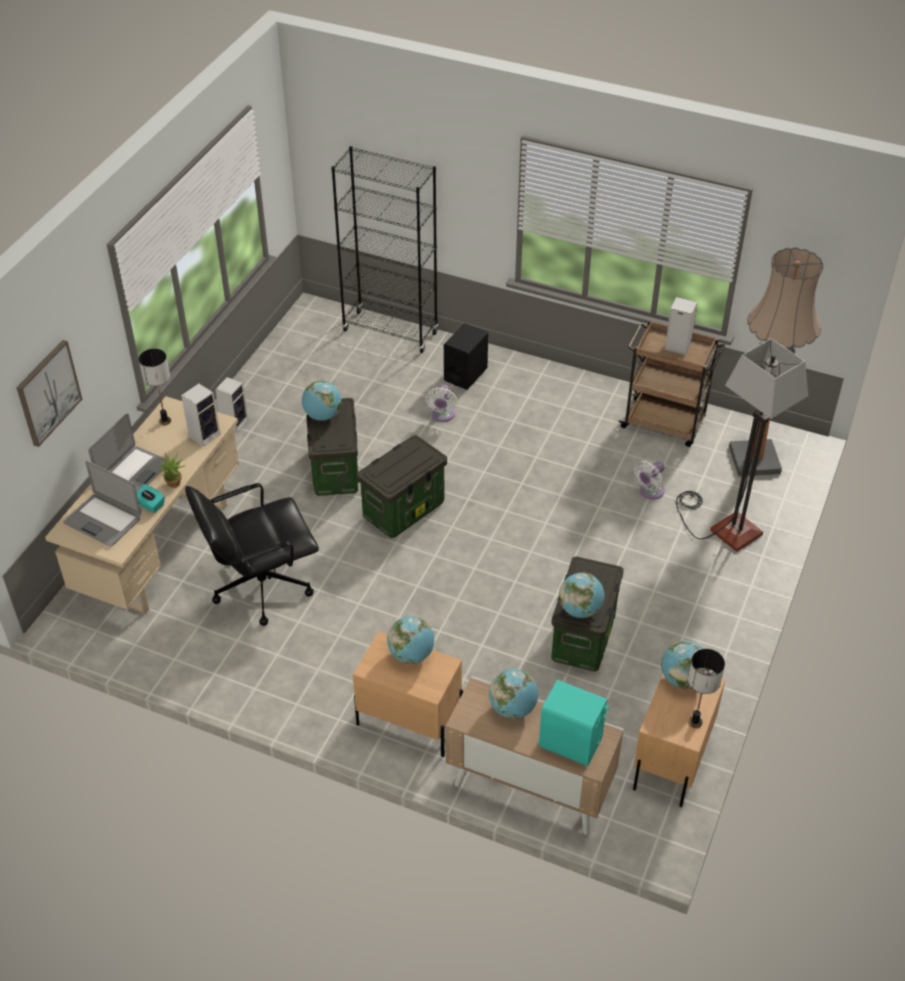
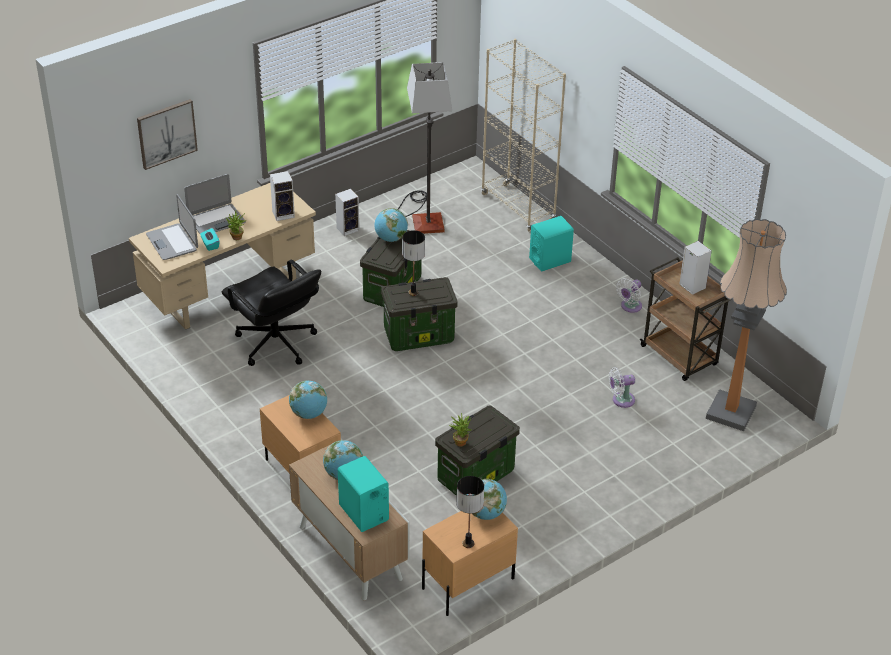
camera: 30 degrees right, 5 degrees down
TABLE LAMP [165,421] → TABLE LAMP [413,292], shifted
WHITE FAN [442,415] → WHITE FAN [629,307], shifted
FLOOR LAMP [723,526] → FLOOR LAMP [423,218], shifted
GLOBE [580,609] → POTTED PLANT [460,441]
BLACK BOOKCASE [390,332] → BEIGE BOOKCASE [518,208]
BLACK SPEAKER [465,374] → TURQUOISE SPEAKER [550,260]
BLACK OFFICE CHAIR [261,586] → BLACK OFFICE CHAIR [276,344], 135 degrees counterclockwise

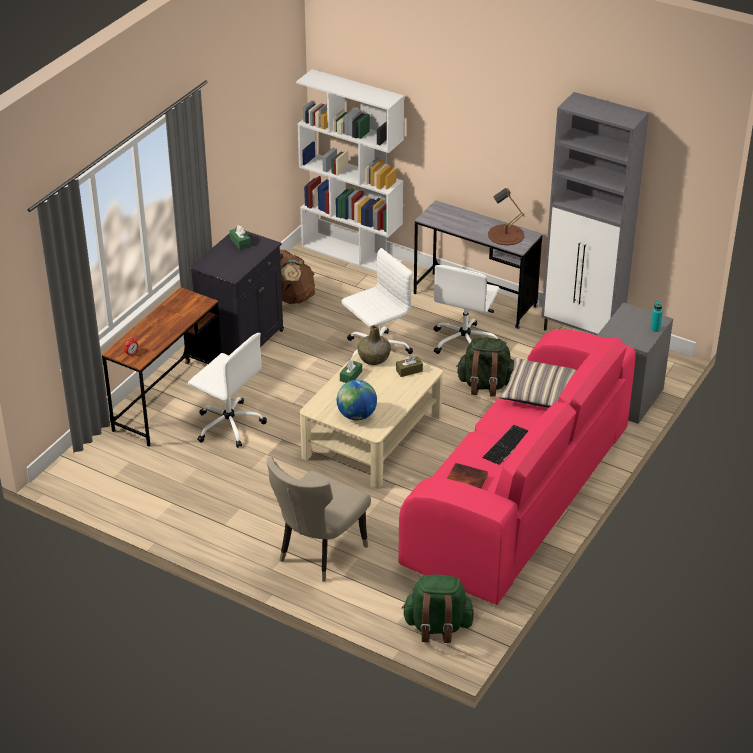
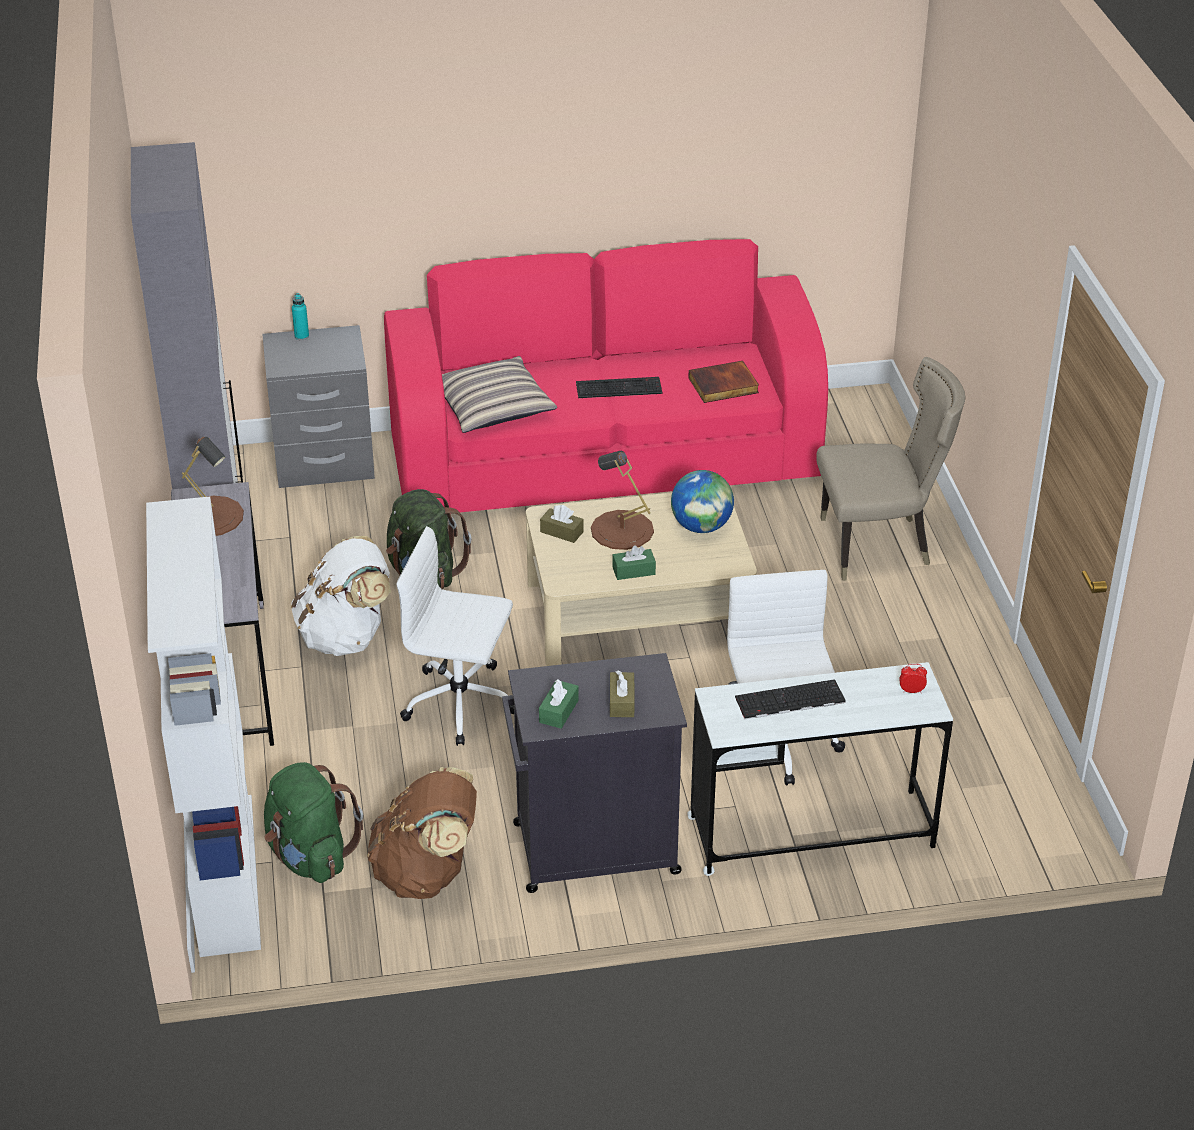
camera: 130 degrees left, 0 degrees up
GREEN BOTTLE [374,358] → -
- → BROWN TABLE LAMP [622,530]
- → BROWN TISSUE BOX [622,702]
- → KEYBOARD [789,701]
GREEN BACKPACK [437,627] → GREEN BACKPACK [310,856], shifted
WHITE OFFICE CHAIR [465,342] → WHITE BACKPACK [346,637]
BROWN DESK [168,403] → WHITE DESK [811,832]

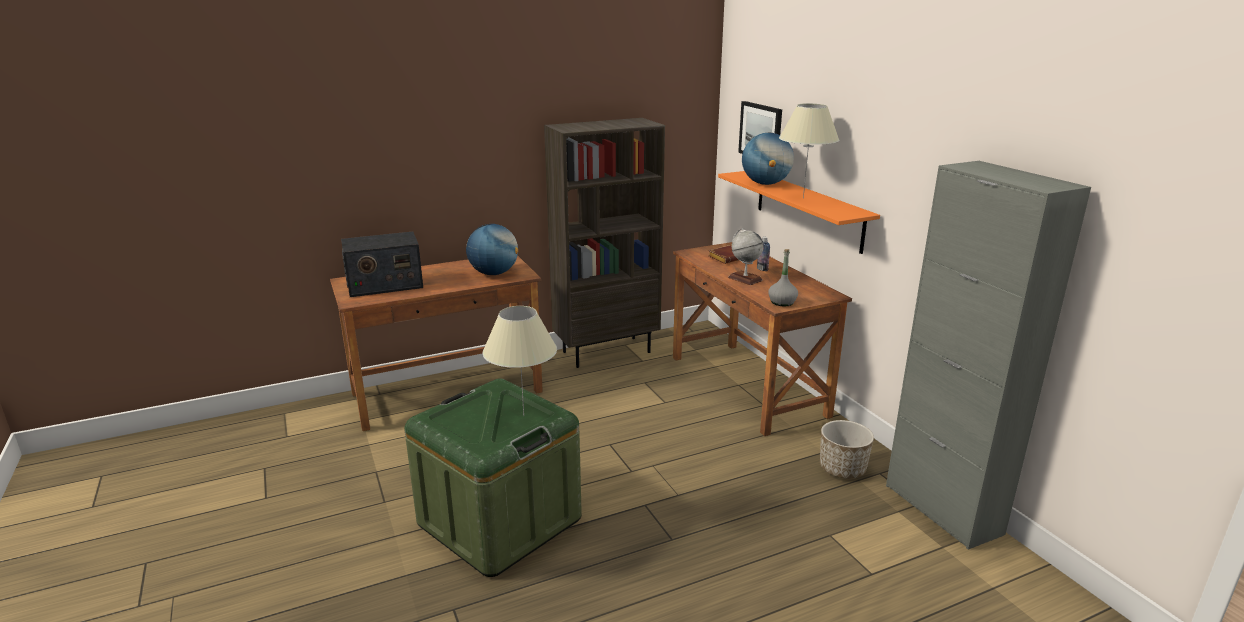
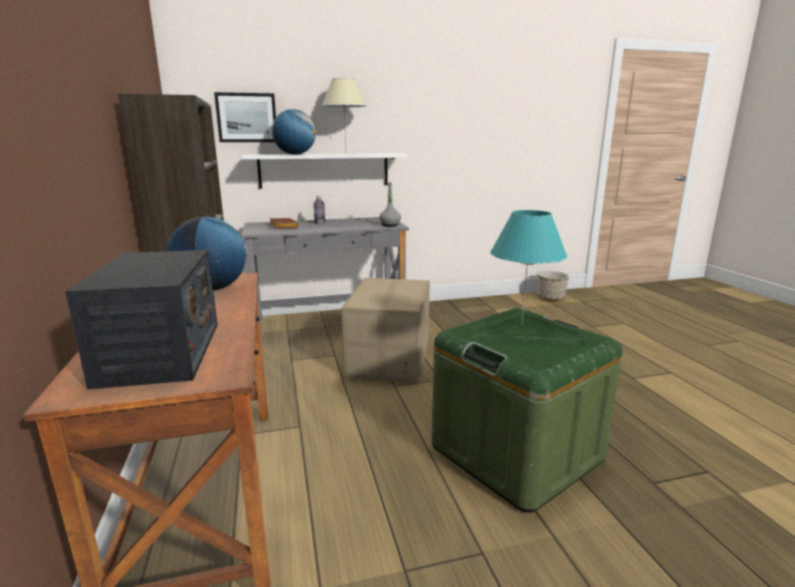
camera: 80 degrees left, 5 degrees down
GLOBE [745,279] → -
GREY CABINET [942,509] → -
- → CARDBOARD BOX [390,358]
PLANTER [842,469] → PLANTER [550,298], shifted
BEIGE TABLE LAMP [523,416] → TURQUOISE TABLE LAMP [522,325]
BROWN DESK [747,385] → GREY DESK [329,323]
ORANGE SHELF [808,210] → WHITE SHELF [324,170]

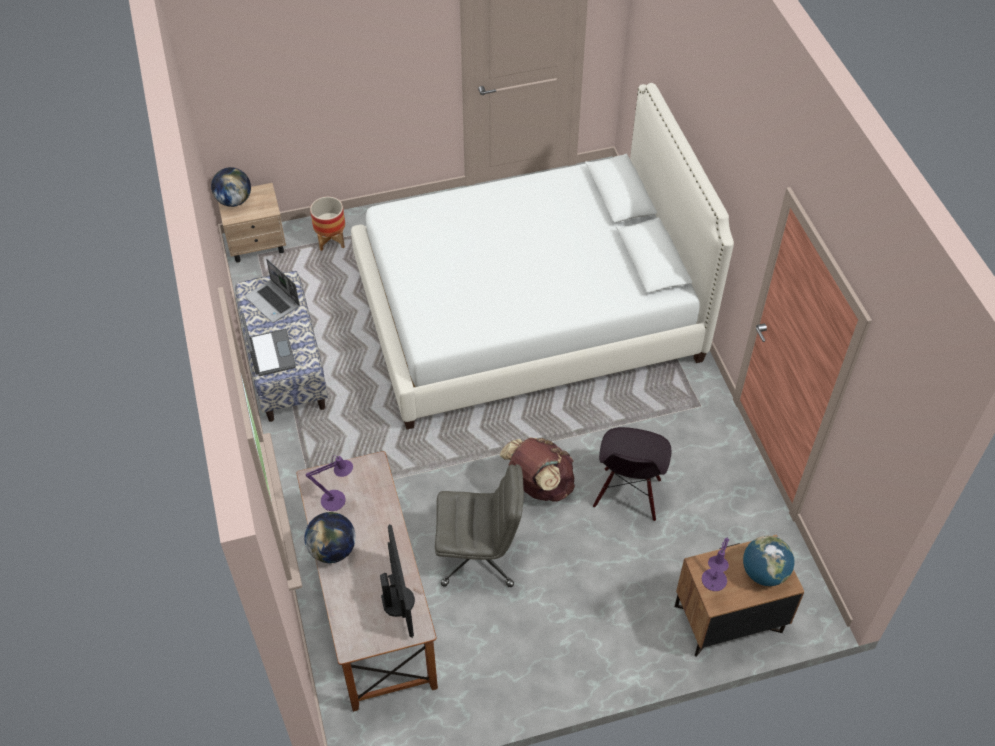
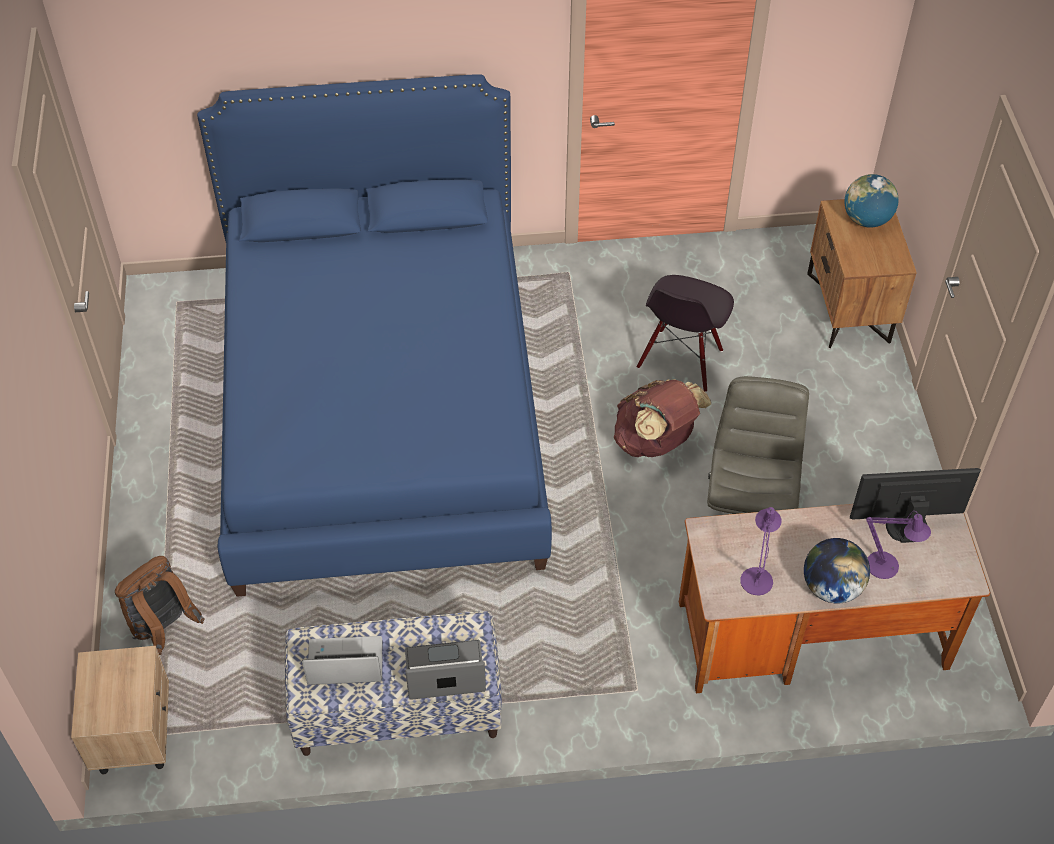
camera: 80 degrees left, 0 degrees up
GLOBE [234,200] → -
PURPLE TABLE LAMP [713,583] → PURPLE TABLE LAMP [887,567], shifted
PLANTER [331,241] → BROWN BACKPACK [164,629]
WHITE BED [528,314] → BLUE BED [382,410]
LAPTOP [273,302] → LAPTOP [344,663], 150 degrees counterclockwise
BLACK CHAIR [628,494] → BLACK CHAIR [681,360], 90 degrees clockwise

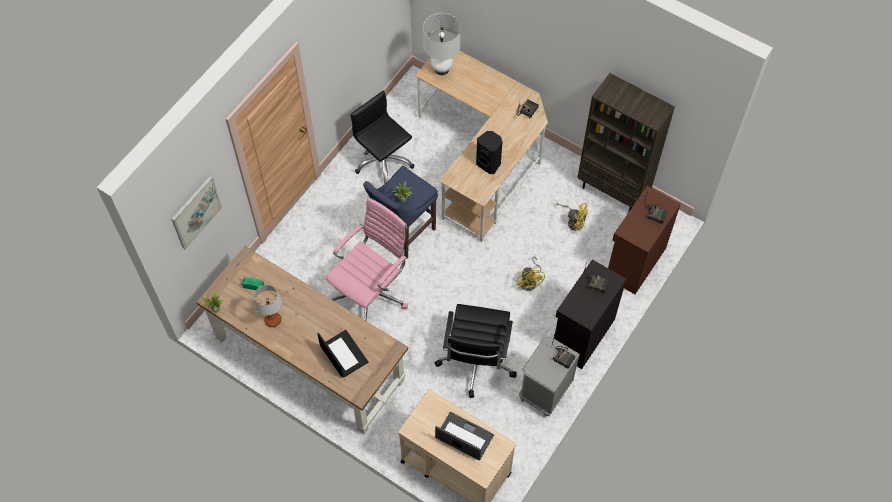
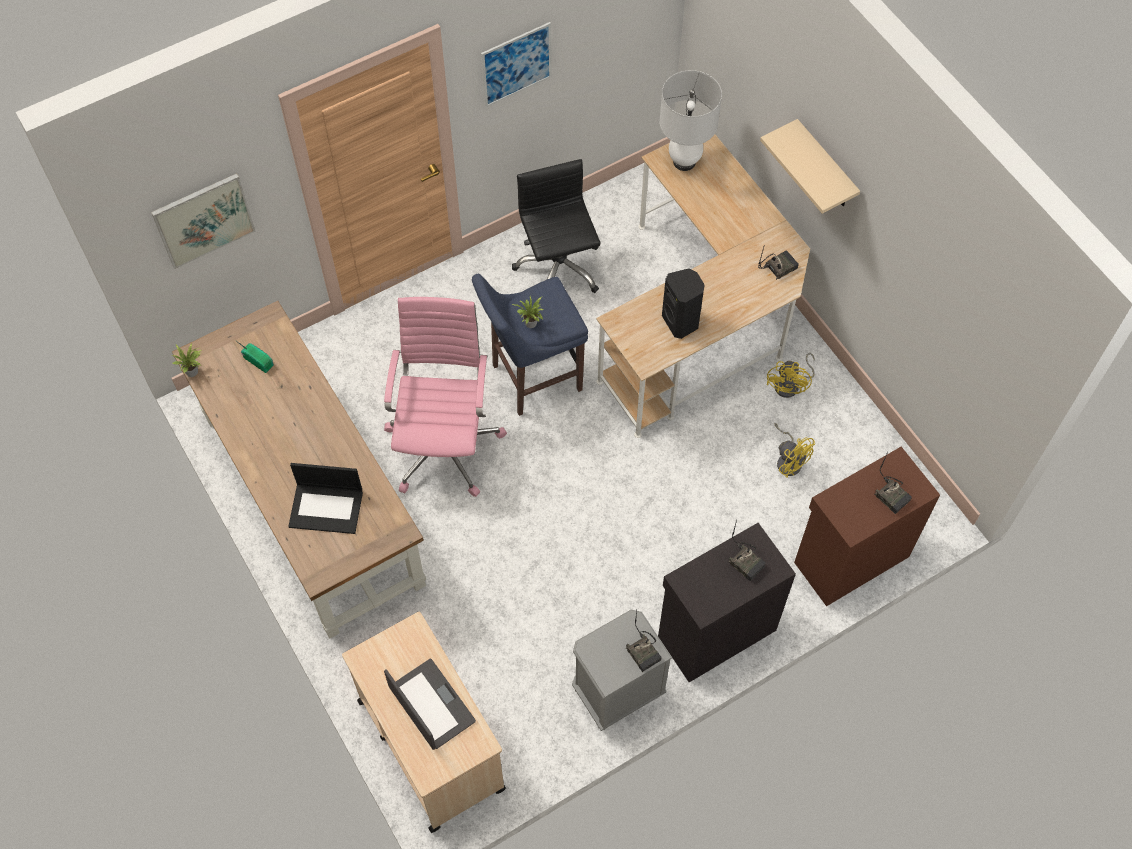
camera: 25 degrees right, 0 degrees up
TABLE LAMP [273,320] → -
BLACK OFFICE CHAIR [476,362] → -
BROWN BOOKCASE [613,191] → -
- → PICTURE [516,64]
- → BEIGE SHELF [825,167]
YELLOW FAN [530,281] → YELLOW FAN [791,385], shifted
LAPTOP [343,354] → LAPTOP [327,508], 105 degrees clockwise
PINK OFFICE CHAIR [371,293] → PINK OFFICE CHAIR [445,443], 60 degrees counterclockwise

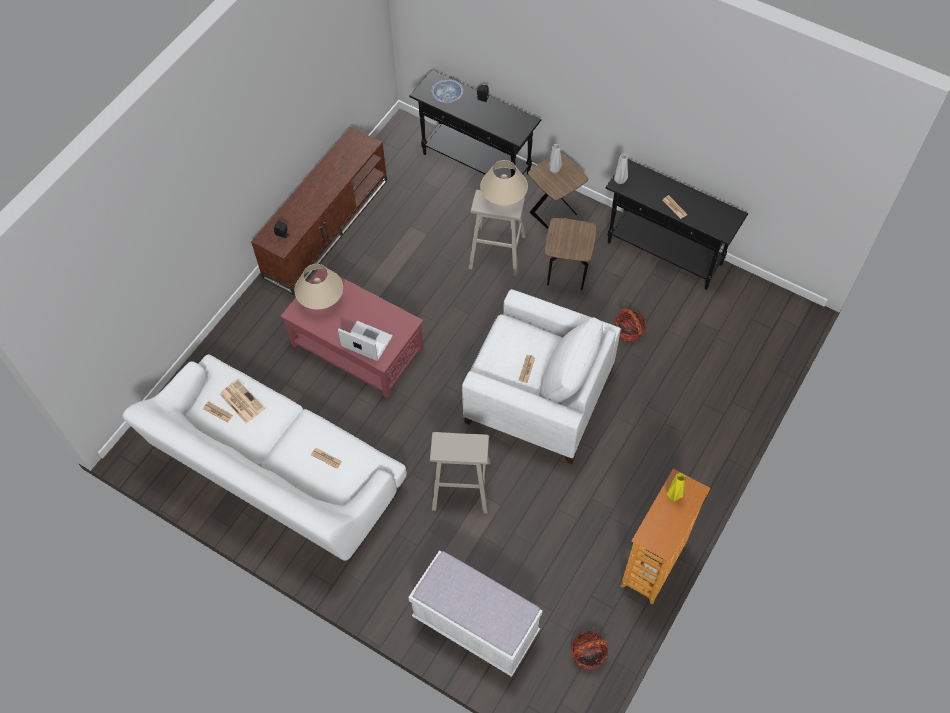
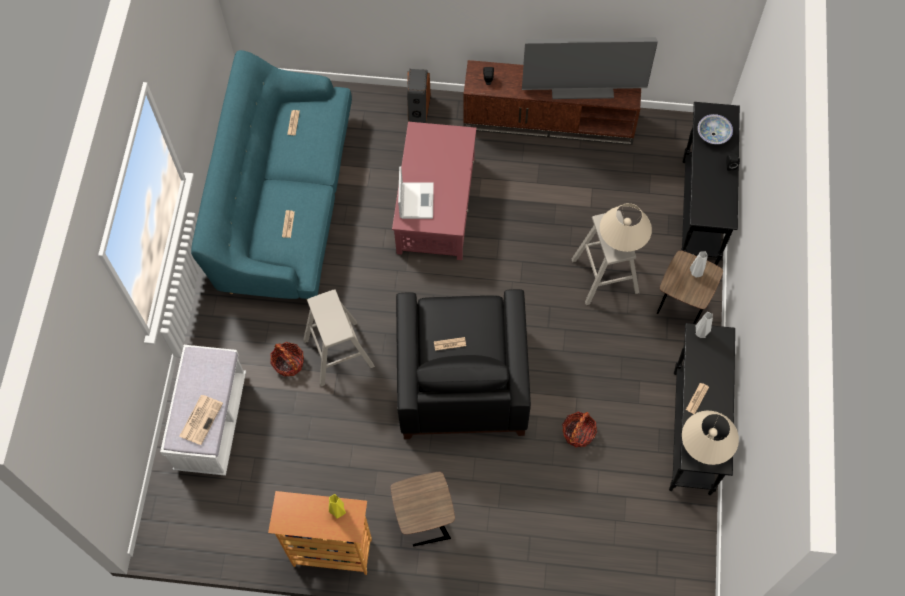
camera: 65 degrees right, 5 degrees up
- → SPEAKER [418,108]
- → TELEVISION [583,86]
NEWSPAPER [241,401] → NEWSPAPER [201,419], shifted
BEIGE TABLE LAMP [321,300] → BEIGE TABLE LAMP [705,444], shifted
BROWN SIDE TABLE [567,275] → BROWN SIDE TABLE [425,522], shifted
BASKET [588,654] → BASKET [288,363], shifted
WHITE SOFA [276,472] → TURQUOISE SOFA [284,202]
WHITE ARMCHAIR [537,396] → BLACK ARMCHAIR [461,378]

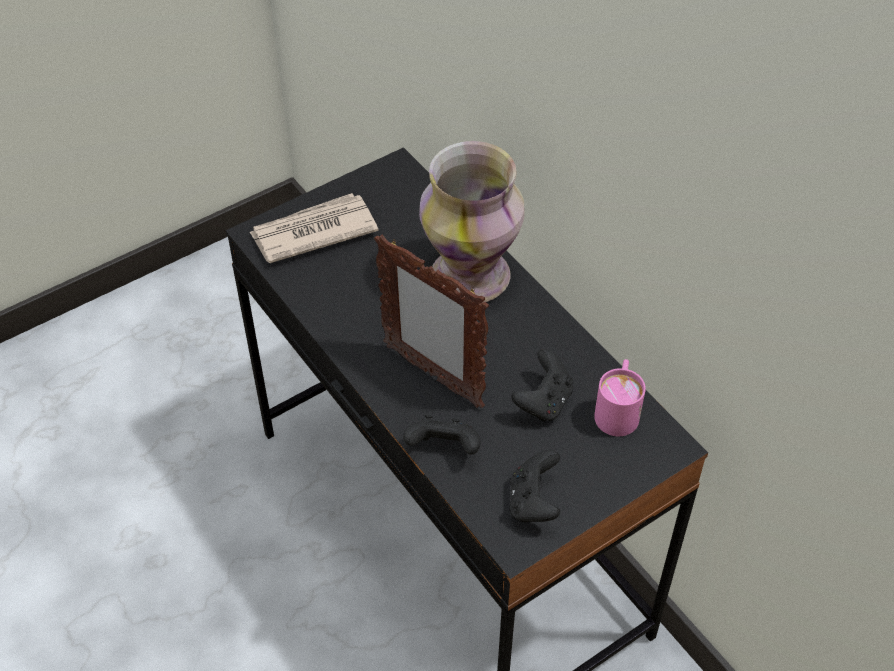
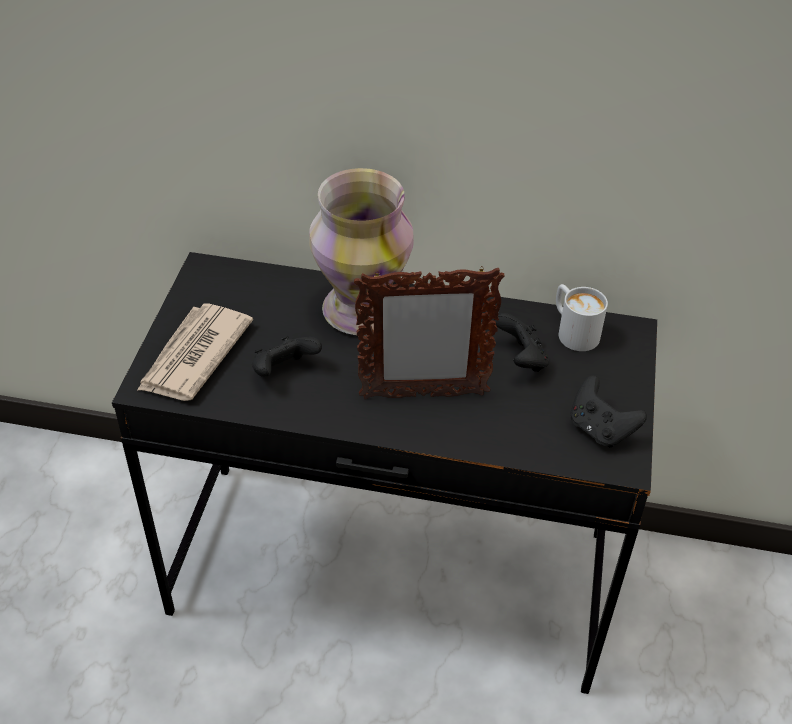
camera: 45 degrees left, 5 degrees down
BLACK GAME CONTROLLER [444,449] → BLACK GAME CONTROLLER [284,371], shifted
PINK MUG [618,409] → WHITE MUG [572,331]

